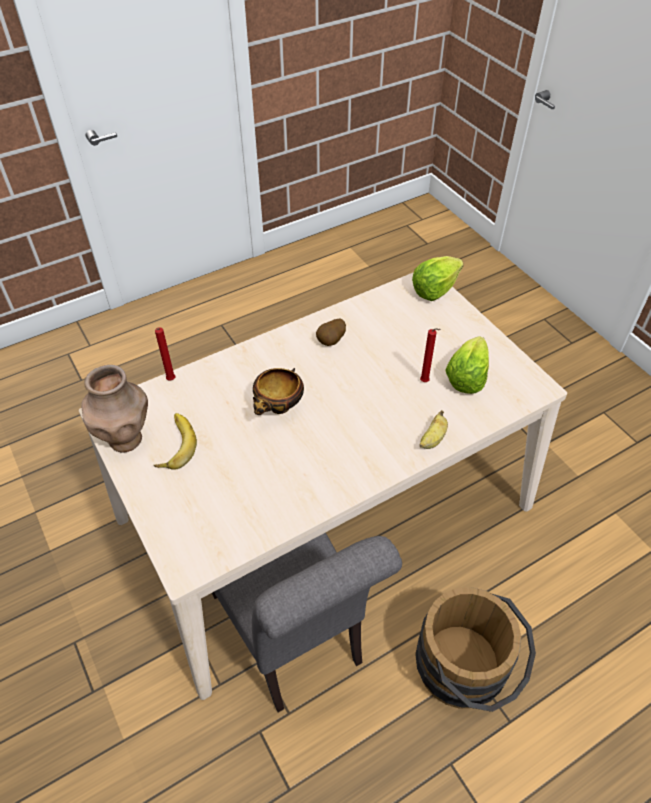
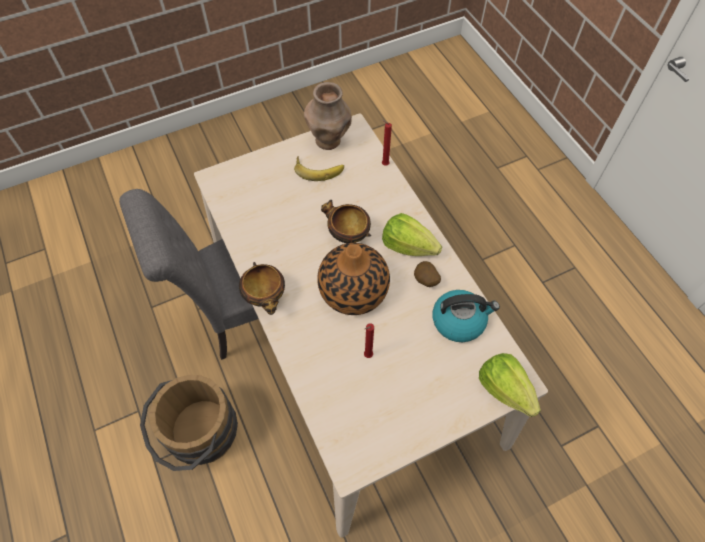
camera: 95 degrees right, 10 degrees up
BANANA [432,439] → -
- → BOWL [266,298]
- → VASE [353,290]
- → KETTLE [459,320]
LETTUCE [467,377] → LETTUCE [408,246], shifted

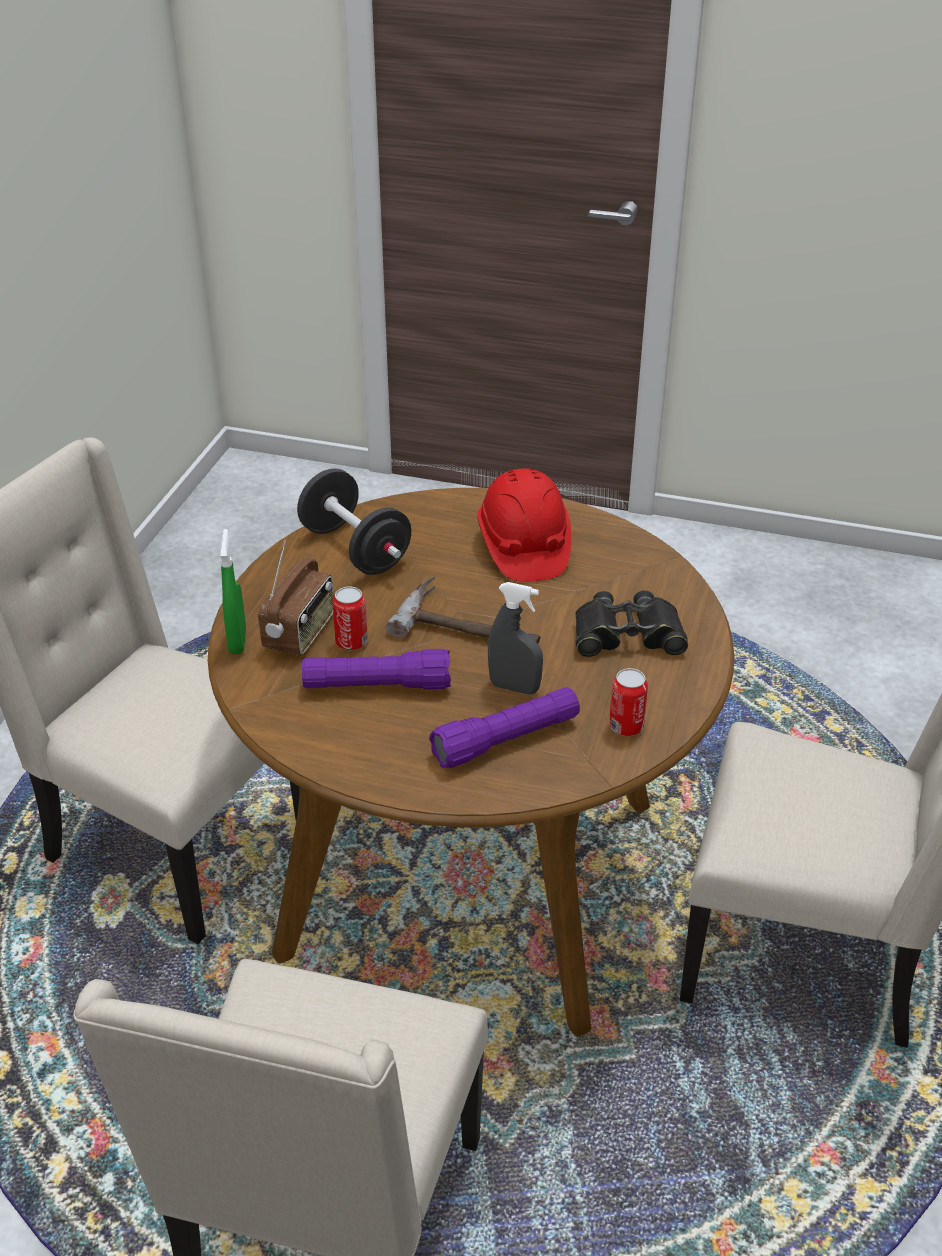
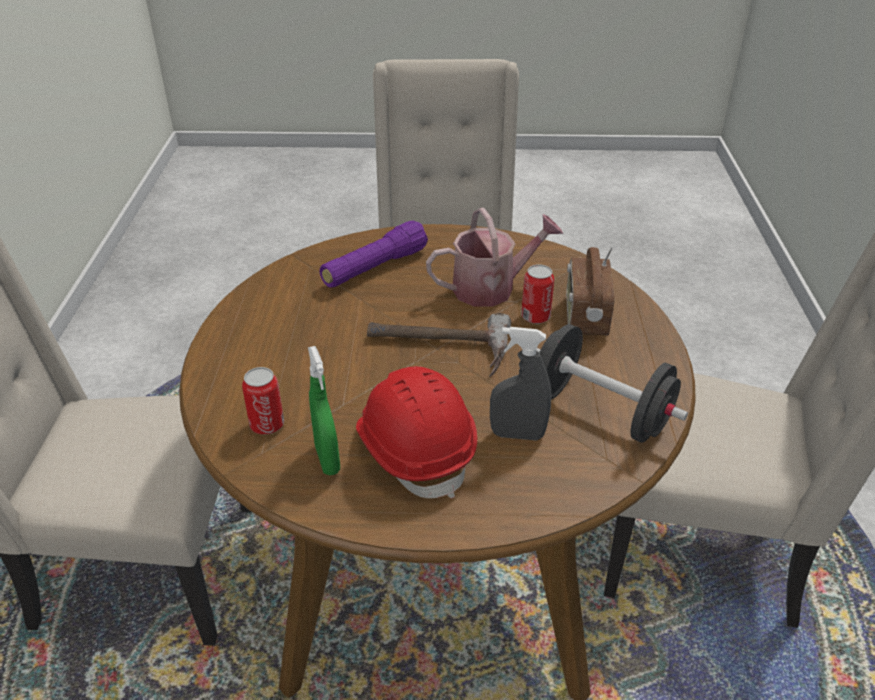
camera: 165 degrees right, 0 degrees up
BLACK BINOCULARS [627,635] → -
GREEN SPRAY BOTTLE [237,641] → GREEN SPRAY BOTTLE [327,459], shifted
GREY SPRAY BOTTLE [514,687] → GREY SPRAY BOTTLE [517,434], shifted
CAN [626,726] → CAN [267,425], shifted
PURPLE FLASHLIGHT [377,686] → WATERING CAN [492,288]

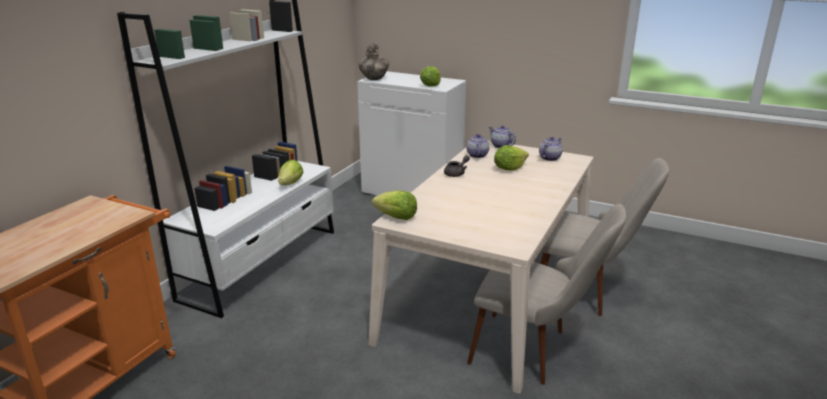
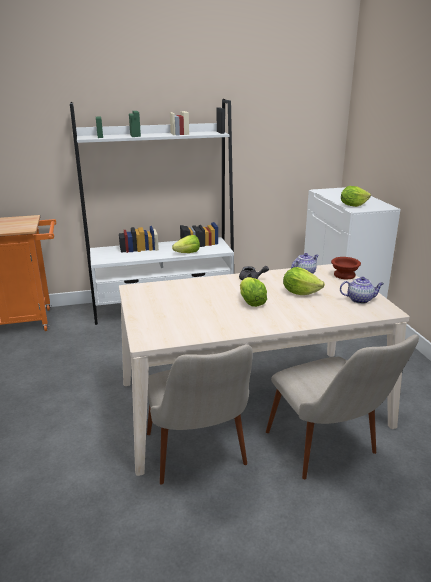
camera: 50 degrees right, 0 degrees up
VASE [374,79] → -
LETTUCE [396,217] → LETTUCE [251,302], shifted
TEAPOT [500,146] → BROWN BOWL [343,275]

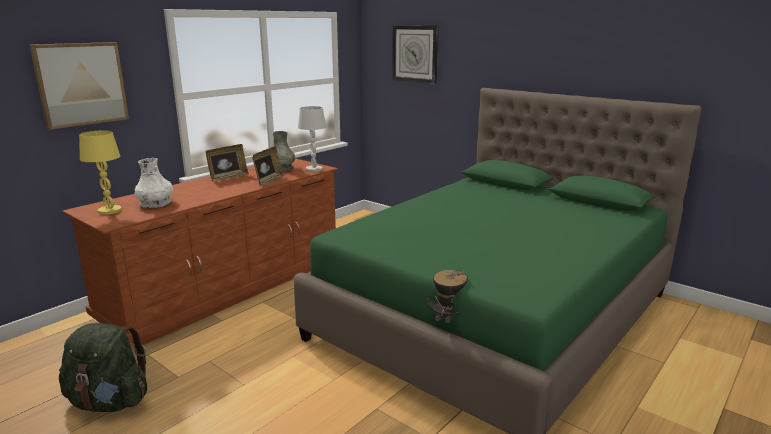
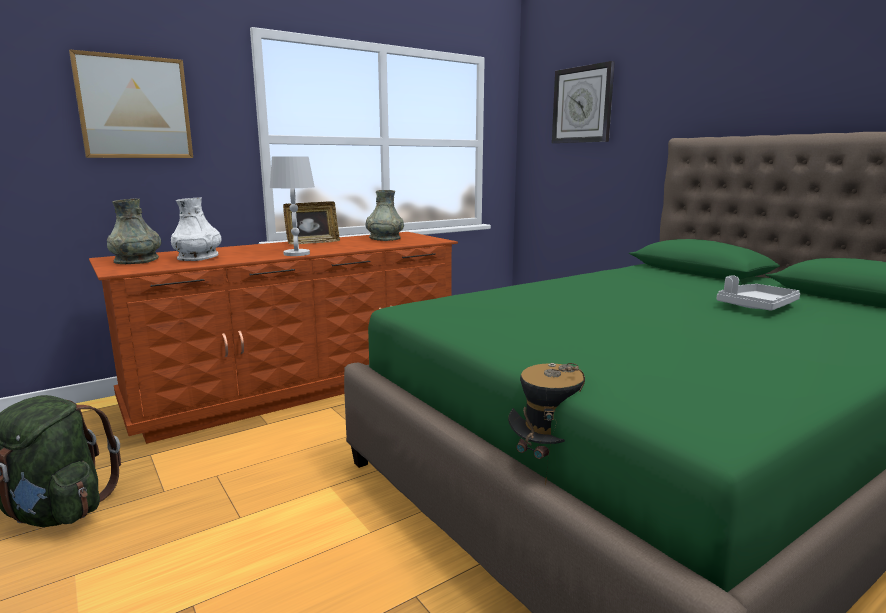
camera: 15 degrees right, 5 degrees down
PICTURE FRAME [268,181] → -
- → GREY TRAY [756,306]
WHITE TABLE LAMP [313,169] → WHITE TABLE LAMP [296,254], shifted
YELLOW TABLE LAMP [109,211] → GREY VASE [136,261]

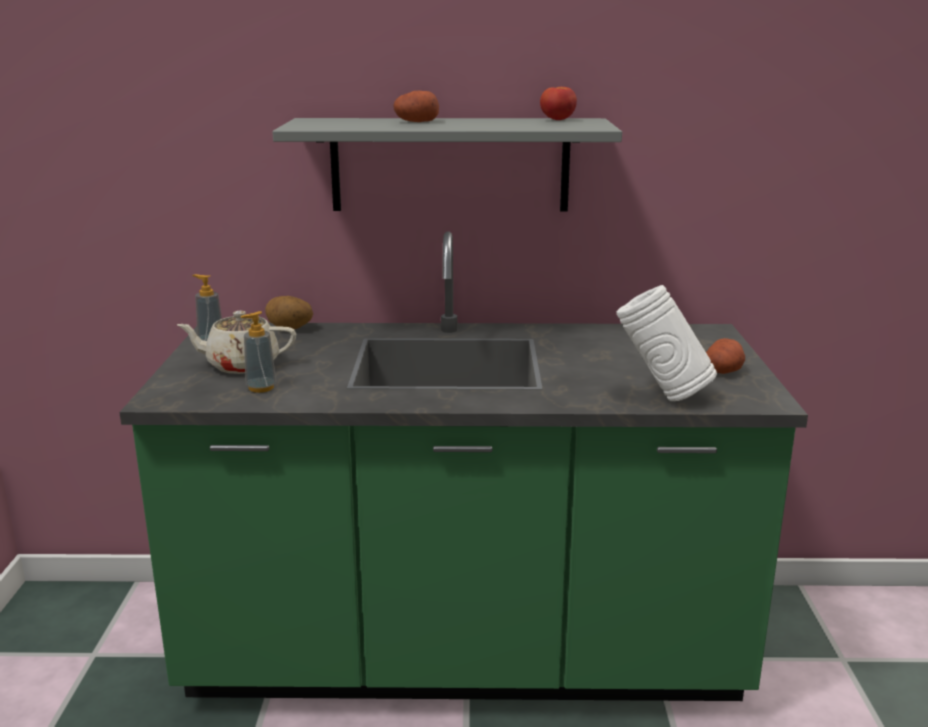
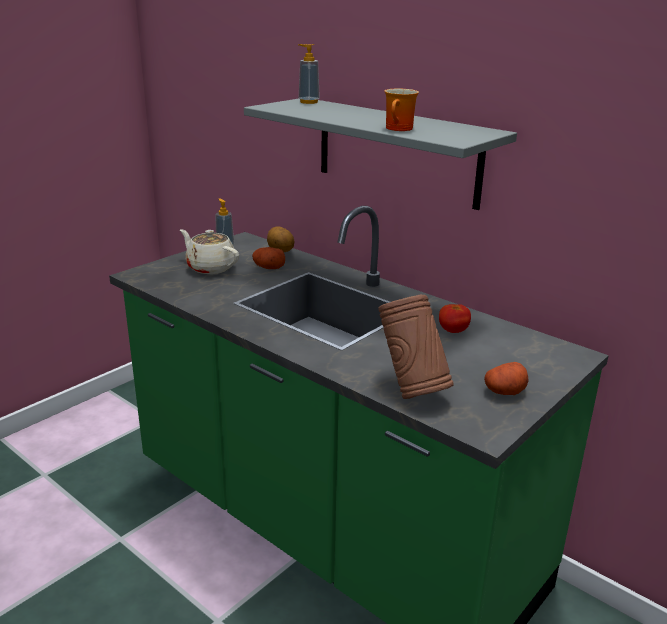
camera: 40 degrees right, 5 degrees up
- → MUG [400,129]
SOAP DISPENSER [261,388] → SOAP DISPENSER [308,102], shifted
POTATO [416,122] → POTATO [268,267], shifted
TOMATO [557,120] → TOMATO [453,331], shifted
WHITE VASE [662,396] → BROWN VASE [411,390]

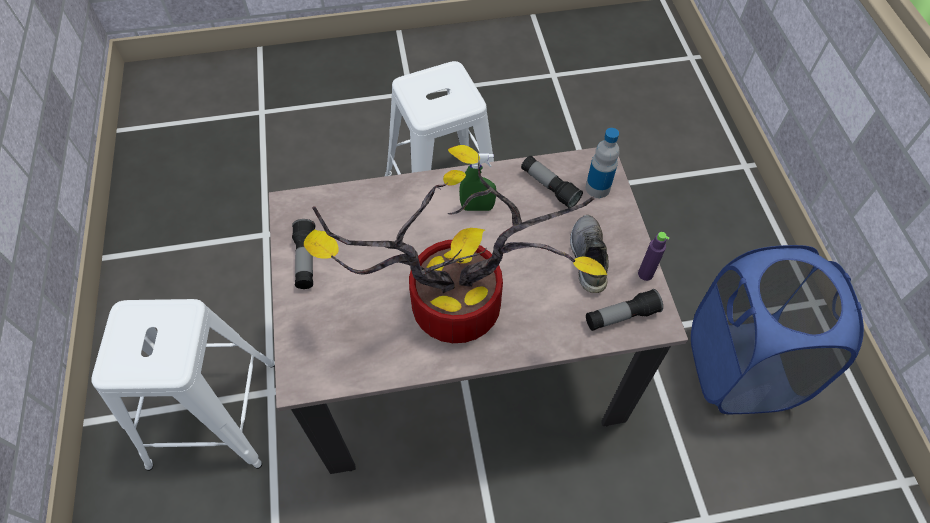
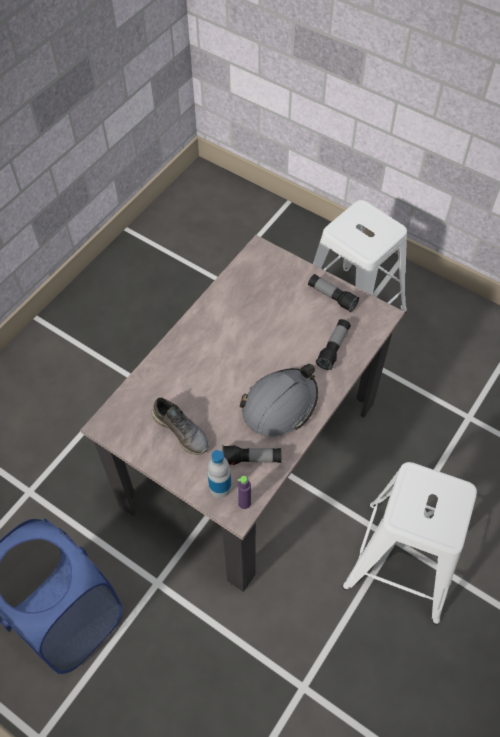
camera: 135 degrees right, 0 degrees up
POTTED PLANT [450,312] → -
FLASHLIGHT [621,316] → FLASHLIGHT [333,348], shifted
PURPLE BOTTLE [645,274] → PURPLE BOTTLE [244,503], shifted
GREEN SPRAY BOTTLE [477,207] → GREY HARD HAT [280,405]

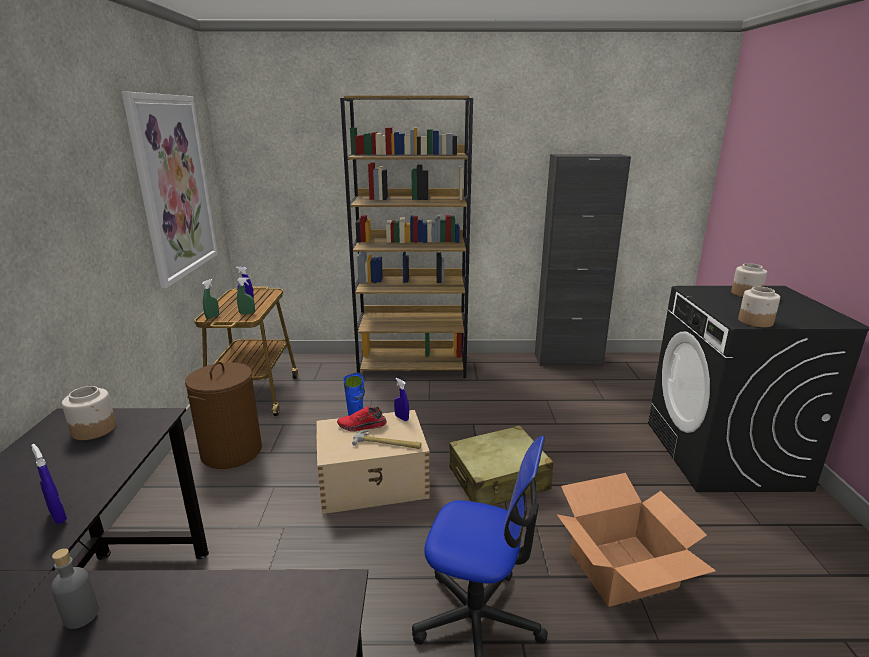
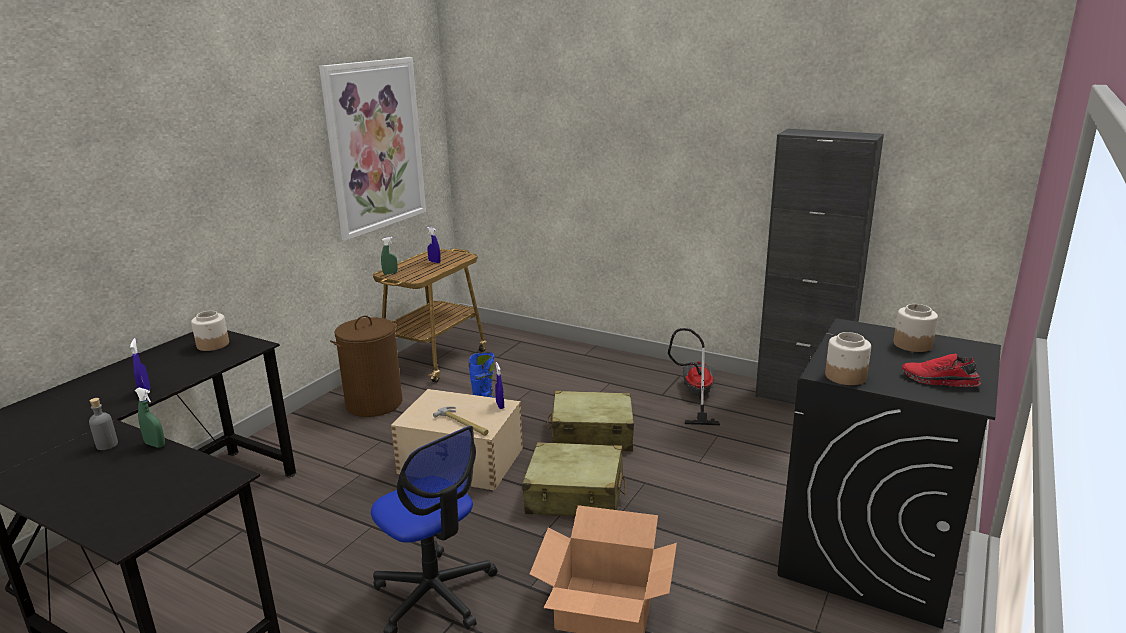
camera: 30 degrees right, 0 degrees up
BROWN BOOKCASE [413,365] → -
- → BEIGE SUITCASE [591,435]
- → VACUUM CLEANER [695,396]
GREEN SPRAY BOTTLE [247,313] → GREEN SPRAY BOTTLE [155,444], shifted
RED SHOE [362,426] → RED SHOE [939,381], shifted

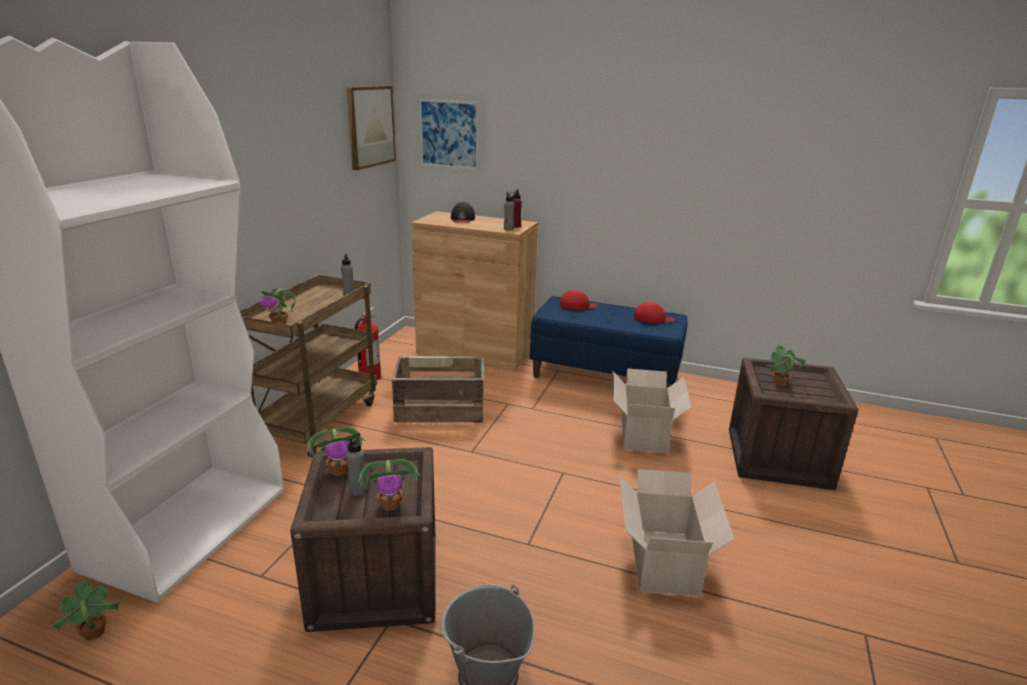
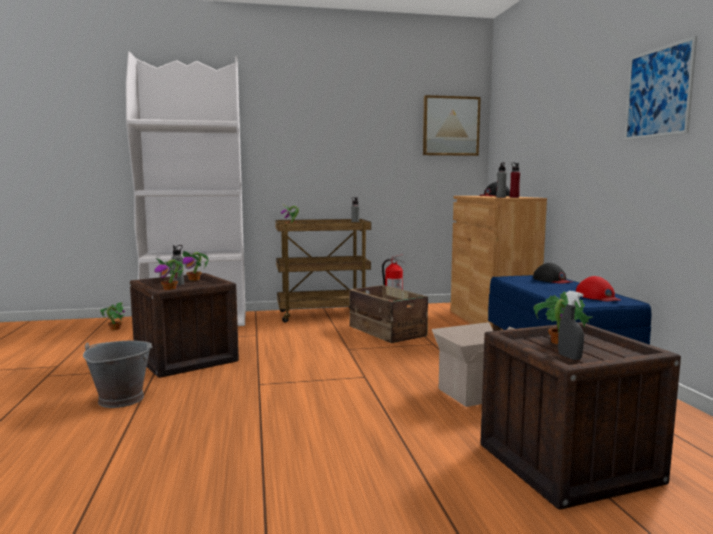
camera: 60 degrees right, 15 degrees down
CARDBOARD BOX [664,559] → -
- → GREY SPRAY BOTTLE [569,357]
PICTURE [449,134] → PICTURE [658,92], shifted
RED CAP [577,305] → BLACK CAP [552,280]

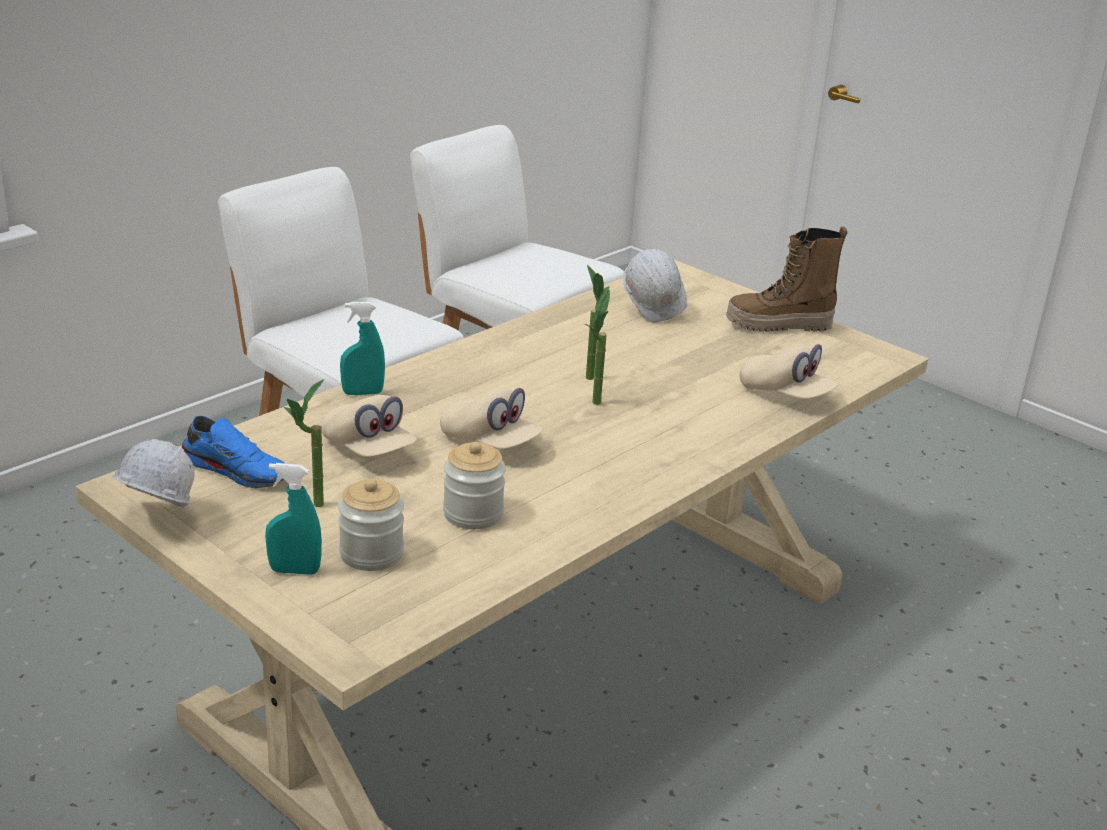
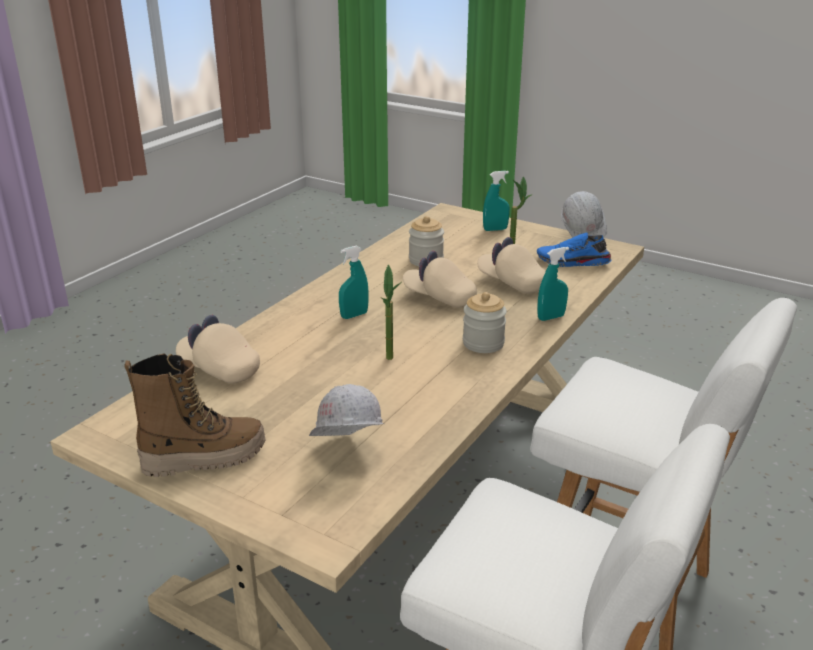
camera: 170 degrees right, 0 degrees up
POTTED PLANT [595,407] → -
- → TURQUOISE SPRAY BOTTLE [354,315]
JAR [371,554] → JAR [483,343], shifted

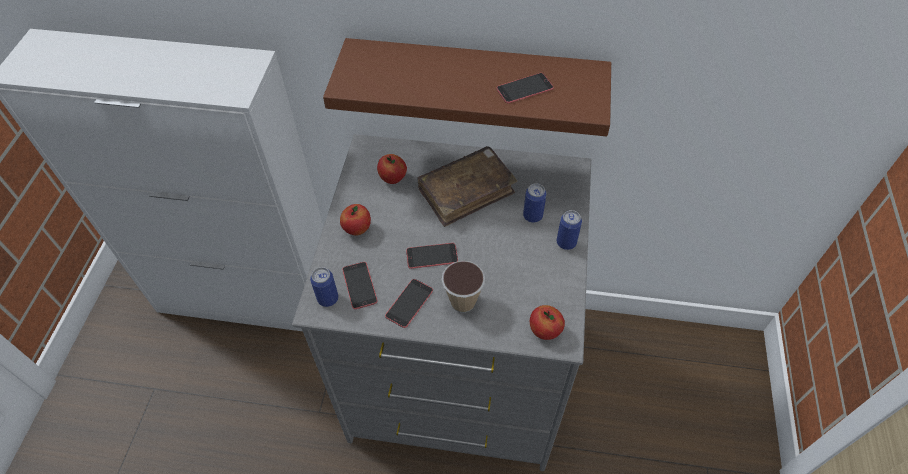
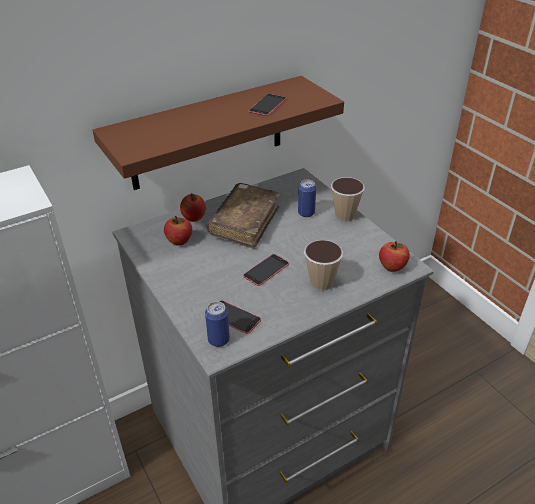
camera: 40 degrees left, 15 degrees down
PHONE [409,303] → -
APPLE [357,229] → APPLE [194,218], shifted
CAN [566,242] → CUP [345,216]

